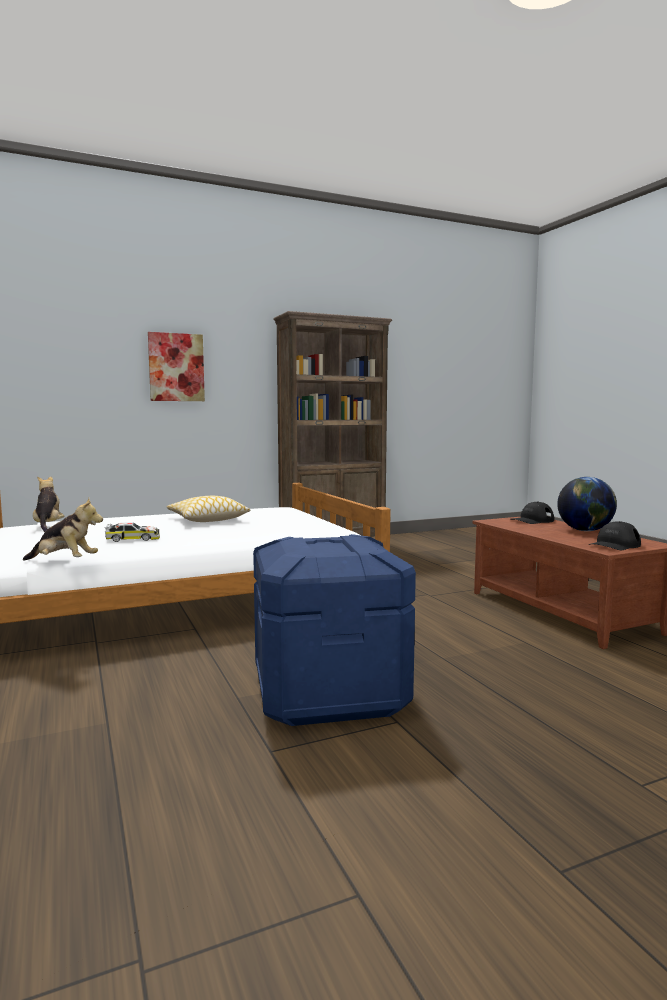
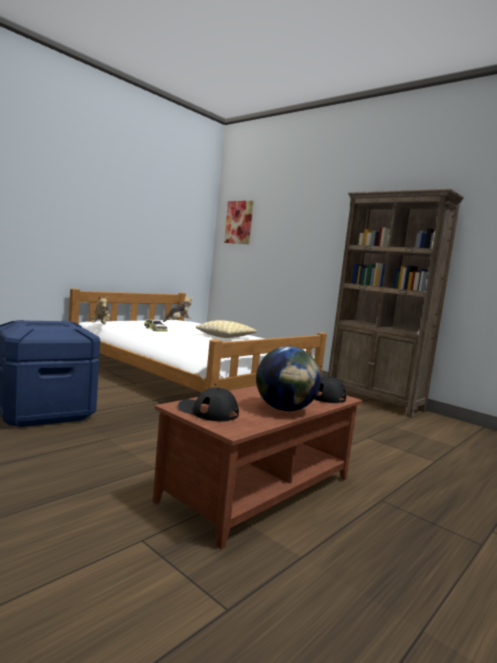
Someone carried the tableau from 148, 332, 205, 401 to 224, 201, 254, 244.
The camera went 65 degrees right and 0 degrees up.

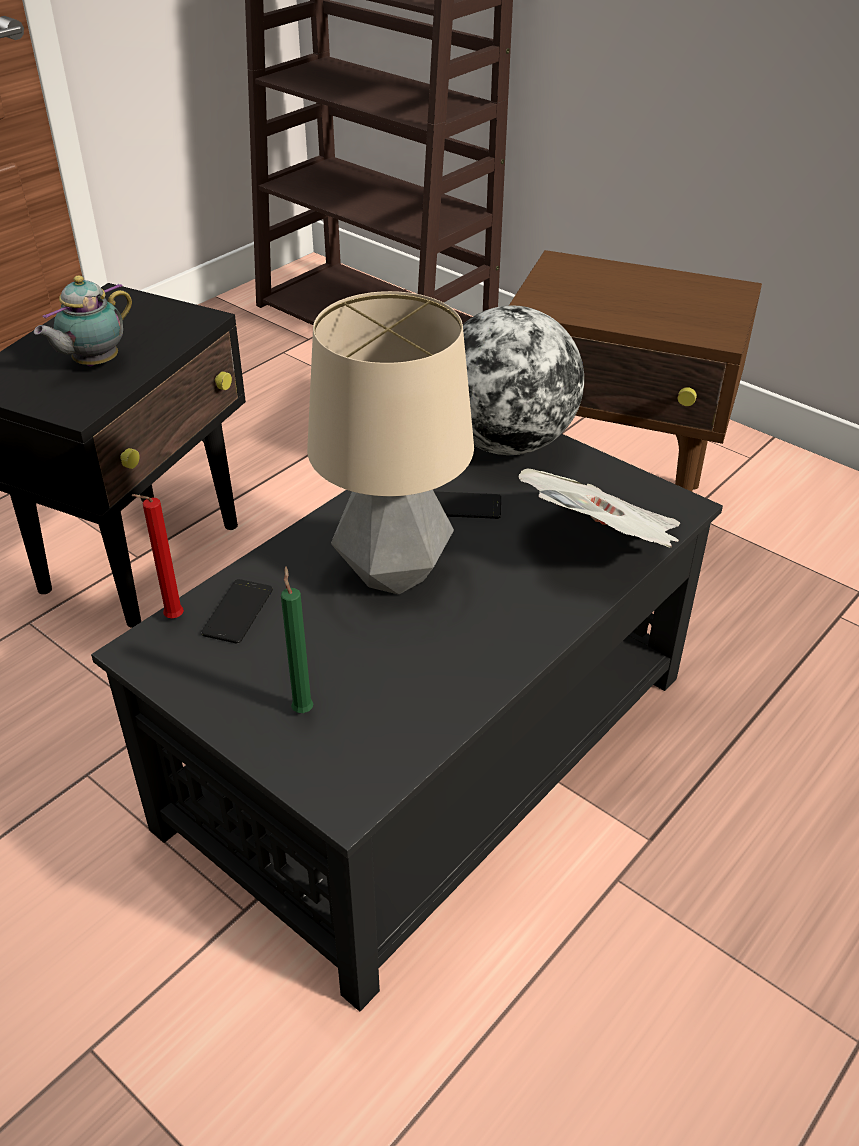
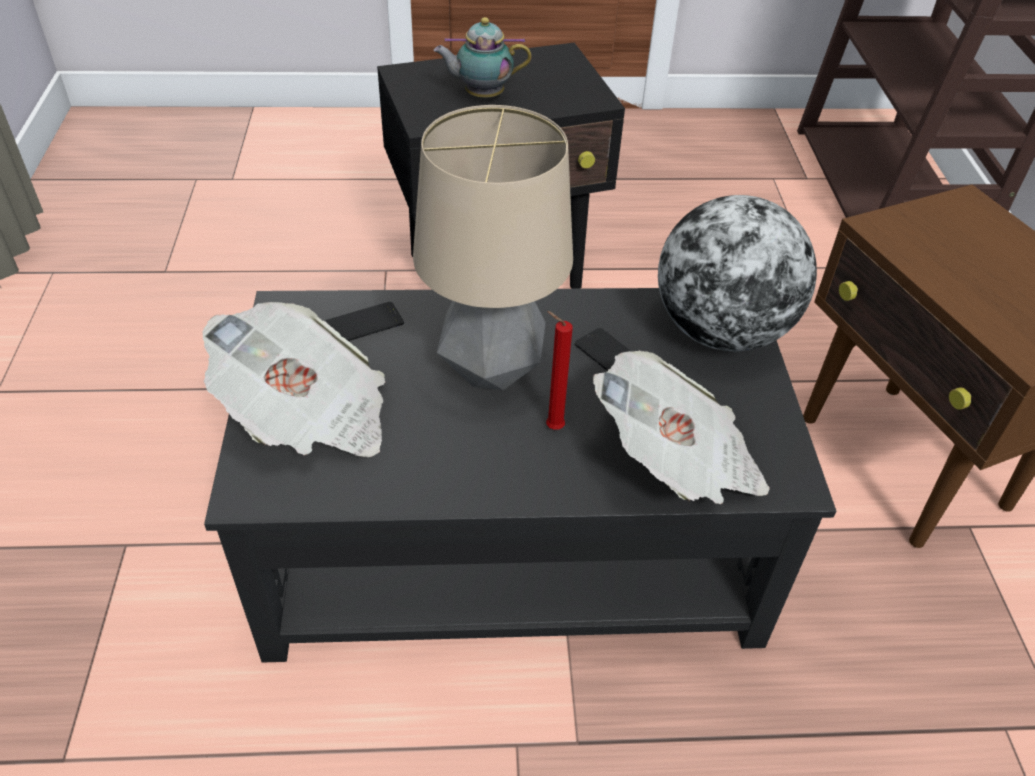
Someone carried the bougie (rouge) from 131, 494, 184, 618 to 546, 311, 573, 430.
Someone swapped the bougie (vert) at 281, 566, 314, 713 for the journal at 202, 302, 385, 457.
The camera went 45 degrees right and 5 degrees up.

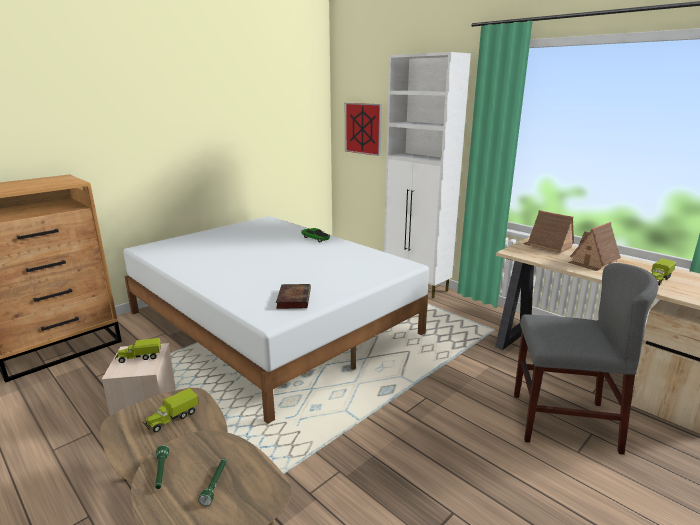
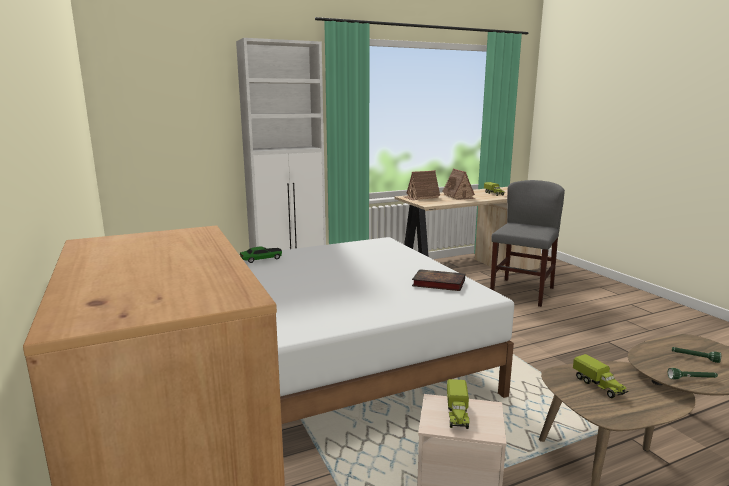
Someone took away the tableau at 345, 103, 382, 156.
The camera went 70 degrees left and 5 degrees down.

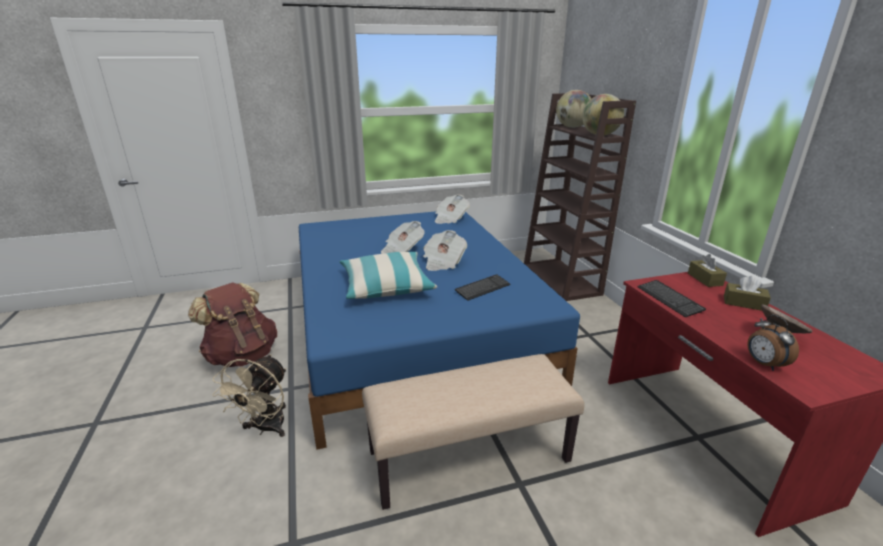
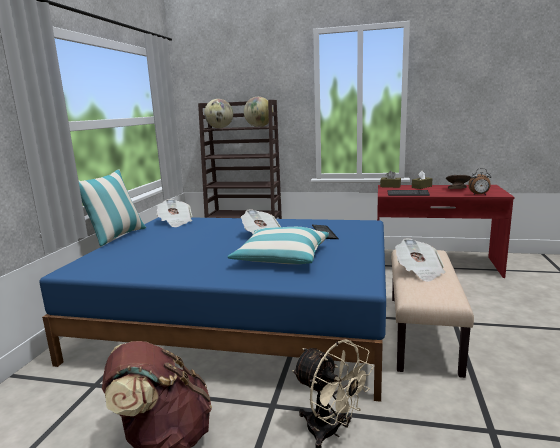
Someone carried the journal from 381, 221, 425, 254 to 395, 238, 446, 282.
Someone put down the coussin at 79, 169, 146, 246.
The camera went 60 degrees left and 10 degrees down.

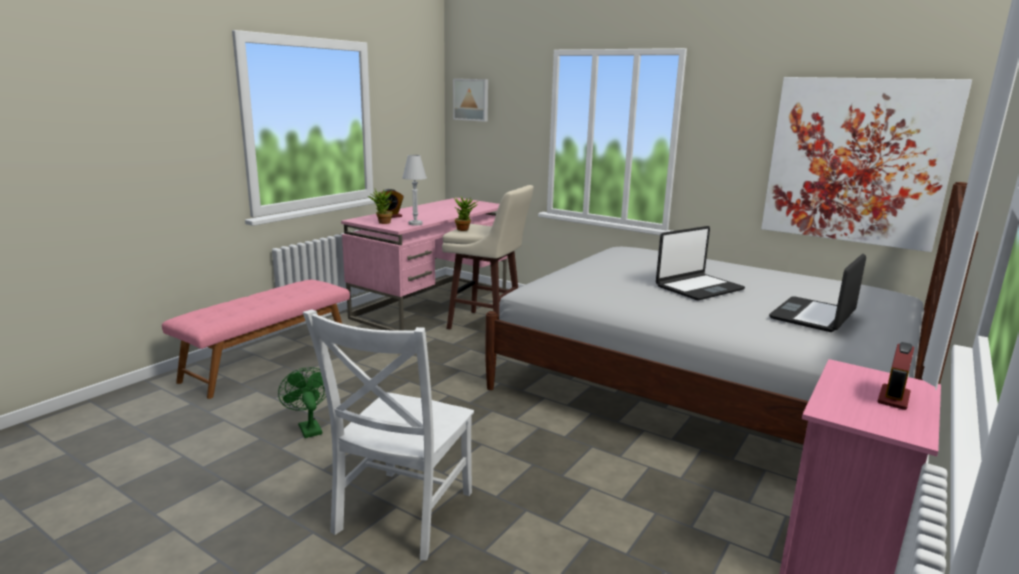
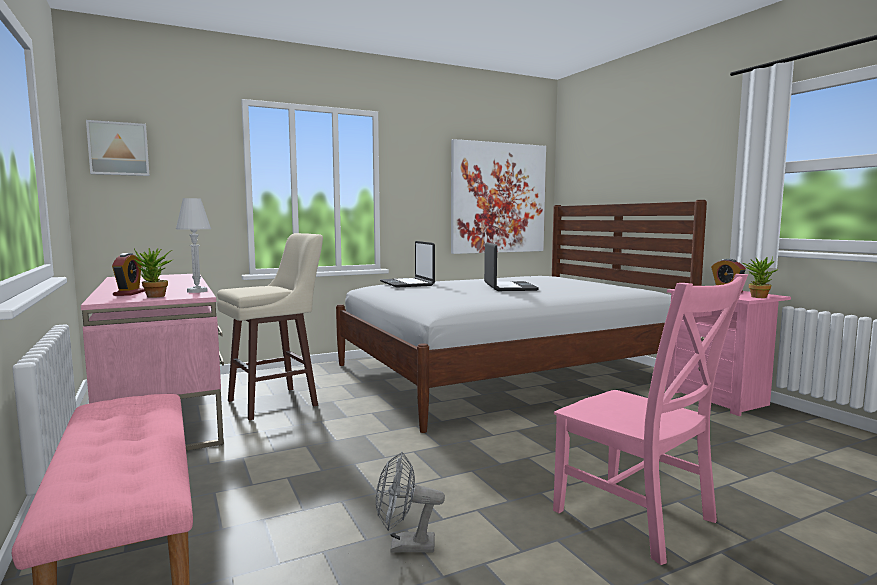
Someone carried the plante en pot from 454, 197, 478, 231 to 742, 257, 778, 298.
Someone carried the ordinateur portable from 769, 254, 866, 332 to 380, 241, 435, 288.
Someone repainted the chaise (blanc) at 303, 309, 474, 560, which became the chaise (rose) at 553, 274, 748, 565.
Someone repainted the ventilateur (vert) at 278, 367, 326, 438, which became the ventilateur (gris) at 376, 452, 445, 552.
The camera went 60 degrees left and 10 degrees down.

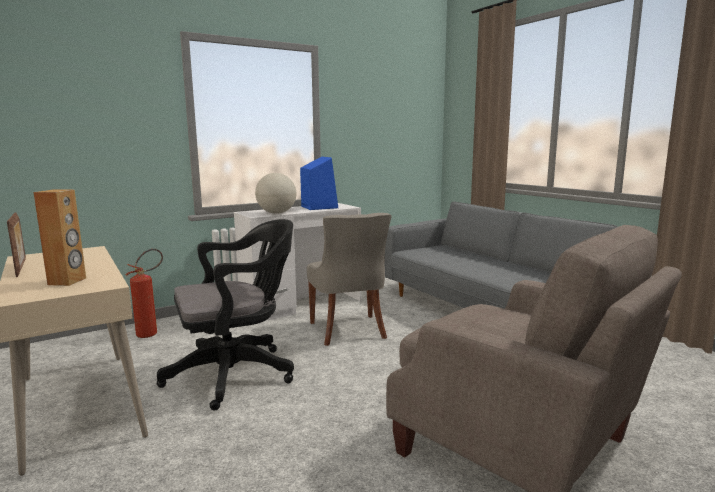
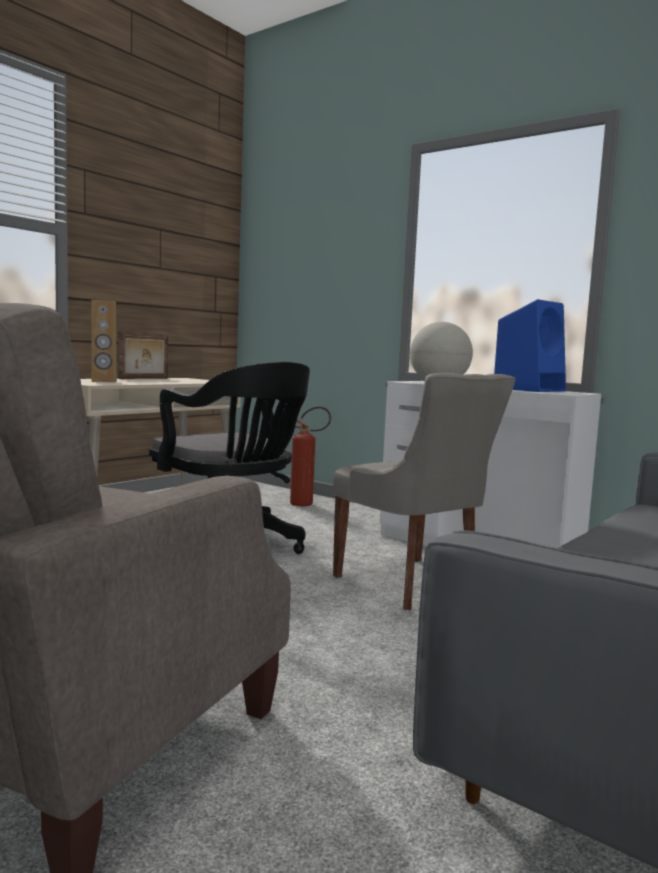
Someone rotated the chaise (gris) at 307, 213, 392, 346 by 90 degrees counterclockwise.
The camera went 70 degrees right and 5 degrees down.

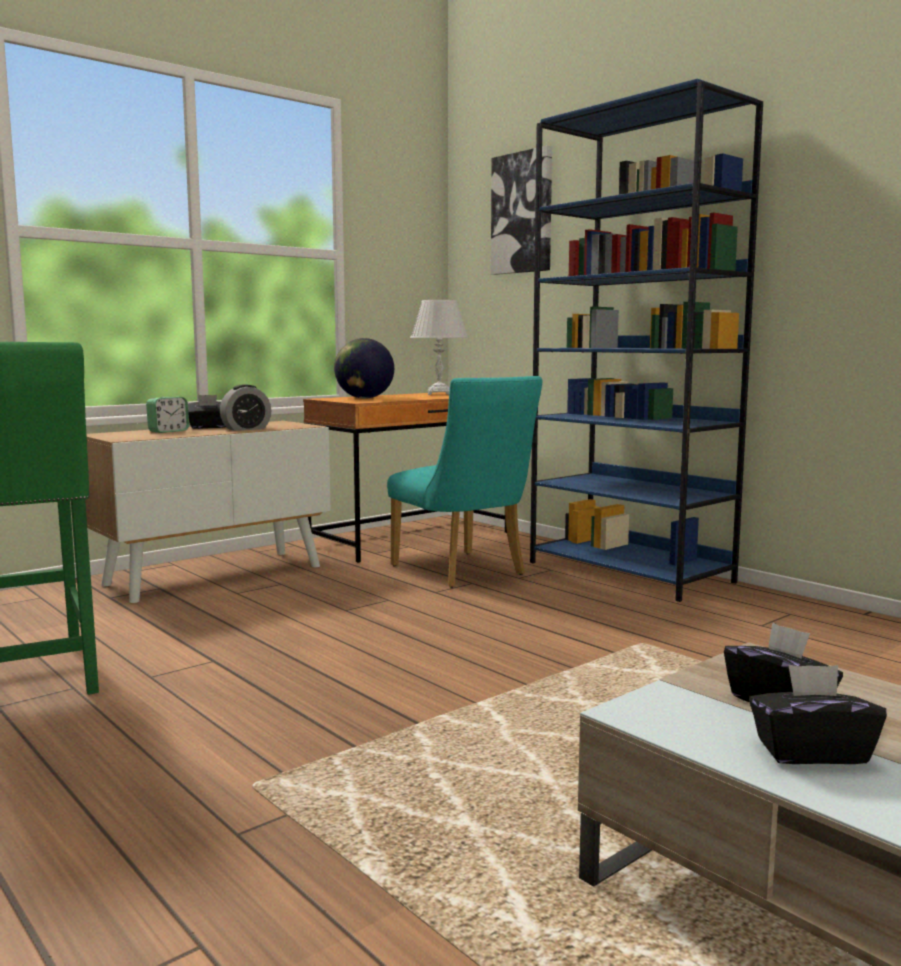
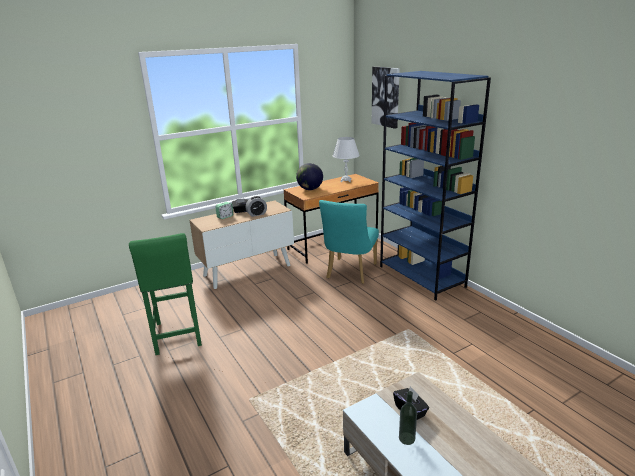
Someone rotated the chaise (turquoise) at 387, 376, 543, 588 by 45 degrees clockwise.
Someone swapped the boîte à mouchoirs (noir) at 749, 664, 887, 764 for the bouteille at 399, 391, 417, 445.
The camera went 10 degrees right and 15 degrees up.

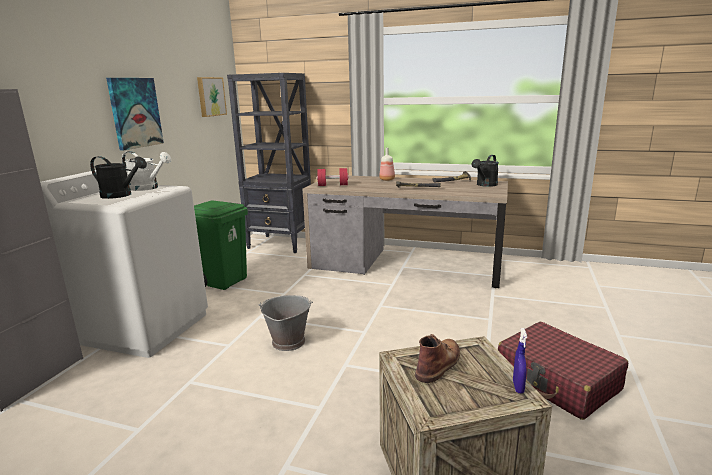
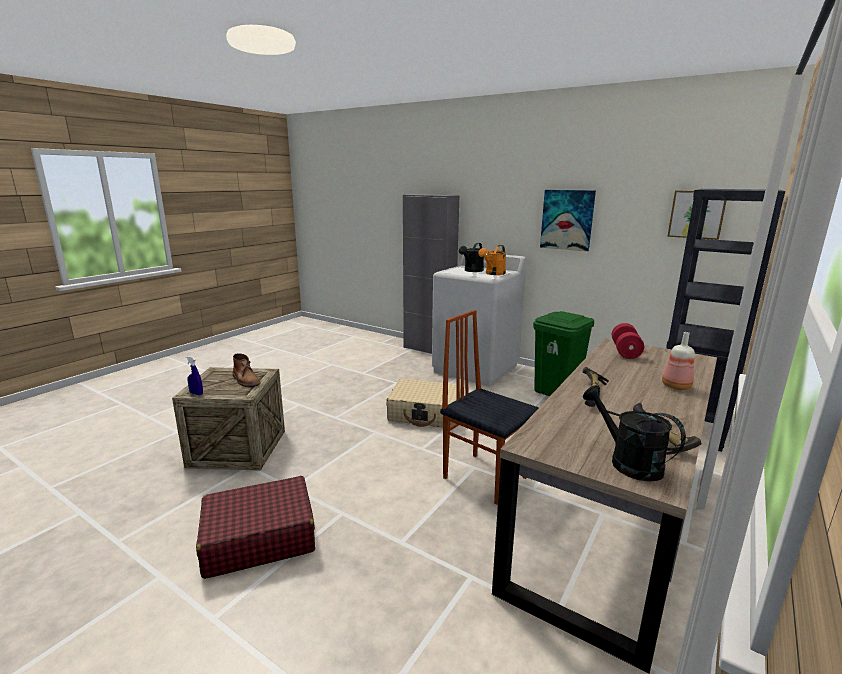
Someone repainted the arrosoir (blanc) at 122, 151, 171, 191, which became the arrosoir (orange) at 478, 245, 506, 275.
Someone swapped the seau (gris) at 259, 295, 313, 351 for the valise (beige) at 386, 379, 461, 428.
Someone put down the chaise at 440, 310, 538, 505.
The camera went 105 degrees right and 0 degrees up.

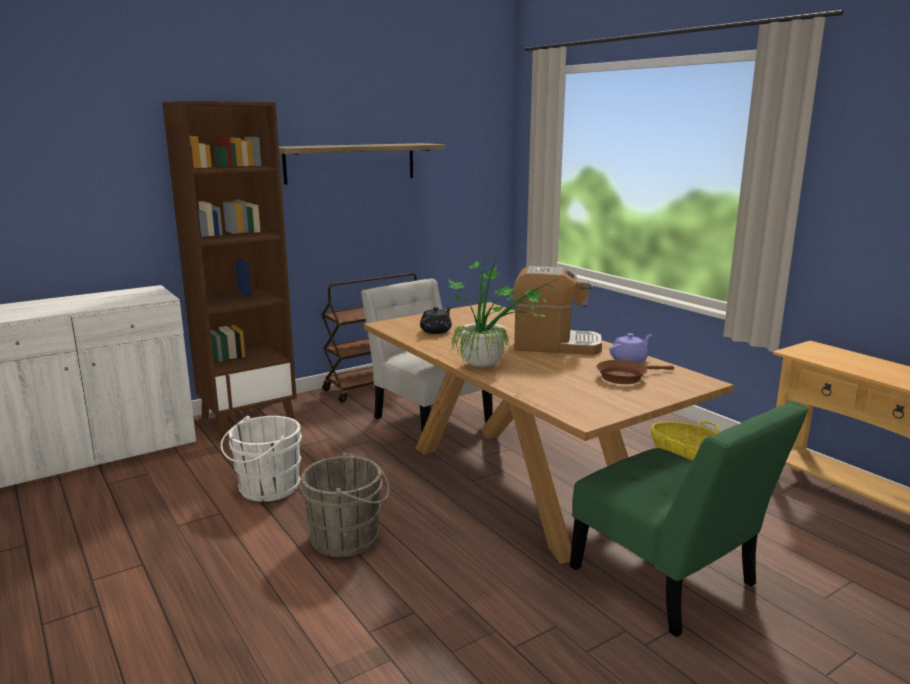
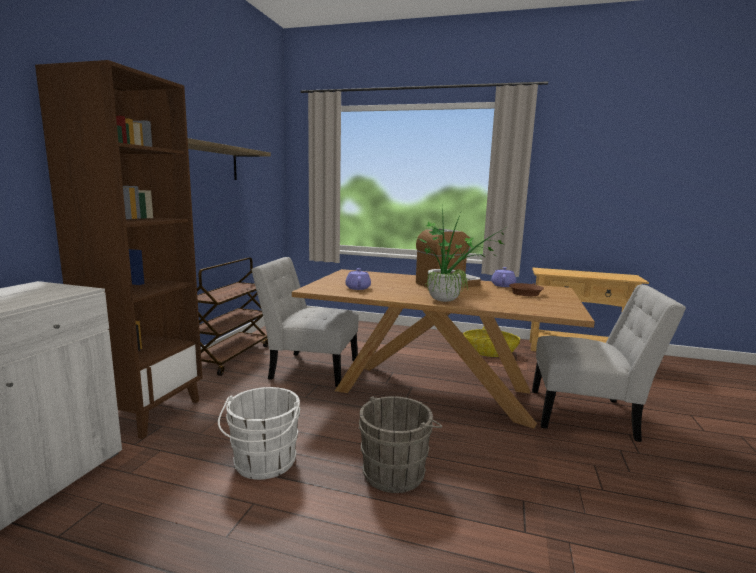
Someone repainted the théière (noir) at 420, 307, 452, 334, which became the théière (violet) at 345, 268, 371, 290.
Someone repainted the chaise (vert) at 570, 401, 809, 637, which became the chaise (blanc) at 532, 284, 686, 442.
The camera went 40 degrees left and 5 degrees down.

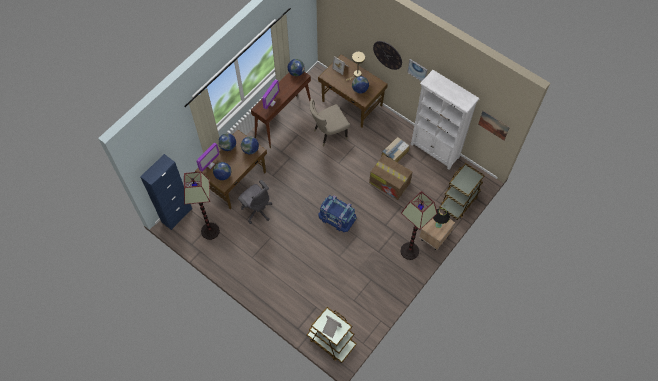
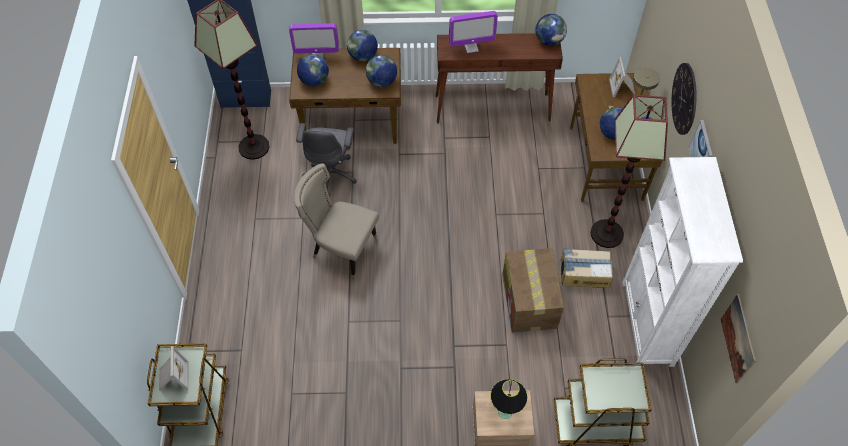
Someone carried the chaise (beige) from 310, 99, 350, 146 to 294, 164, 379, 280.
Someone carried the lampadaire from 401, 191, 438, 260 to 590, 95, 668, 248.
Someone took away the boîte de rangement (bleu) at 318, 195, 357, 232.
The camera went 50 degrees right and 5 degrees down.

